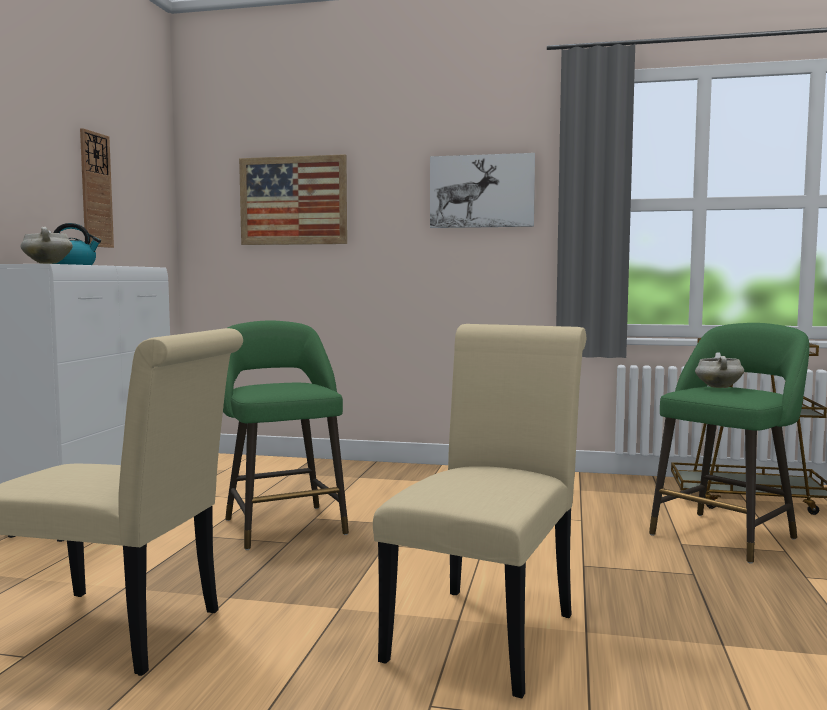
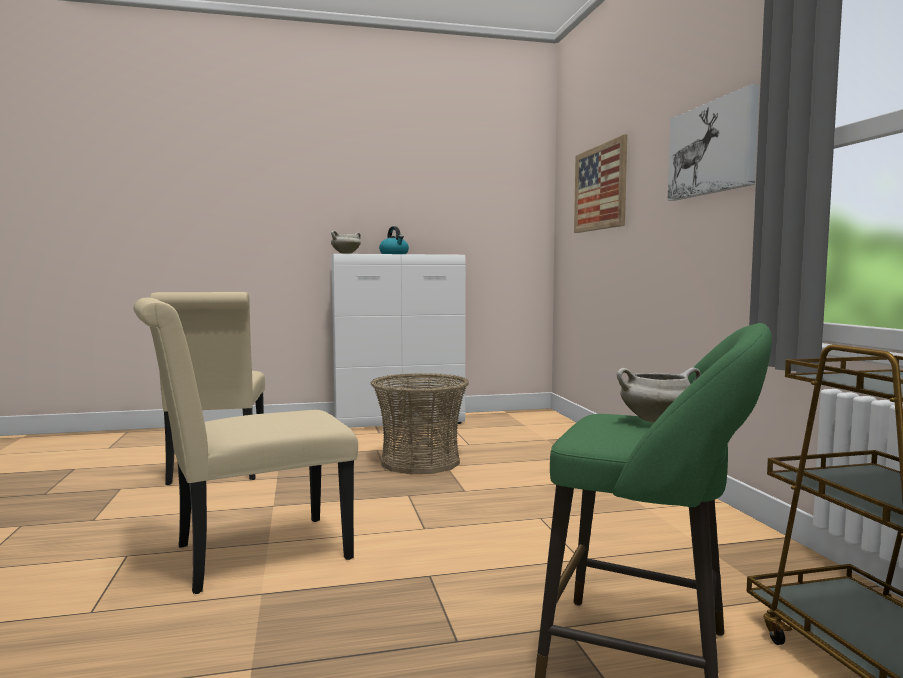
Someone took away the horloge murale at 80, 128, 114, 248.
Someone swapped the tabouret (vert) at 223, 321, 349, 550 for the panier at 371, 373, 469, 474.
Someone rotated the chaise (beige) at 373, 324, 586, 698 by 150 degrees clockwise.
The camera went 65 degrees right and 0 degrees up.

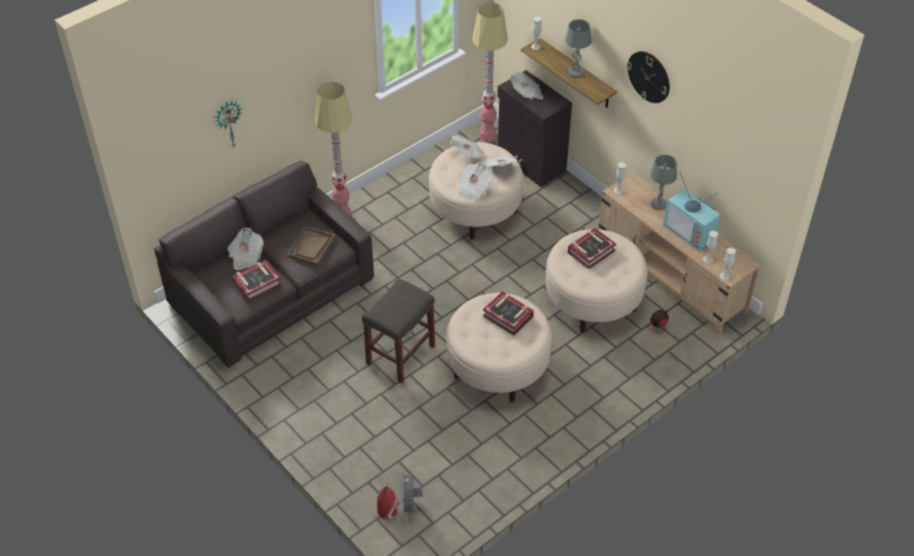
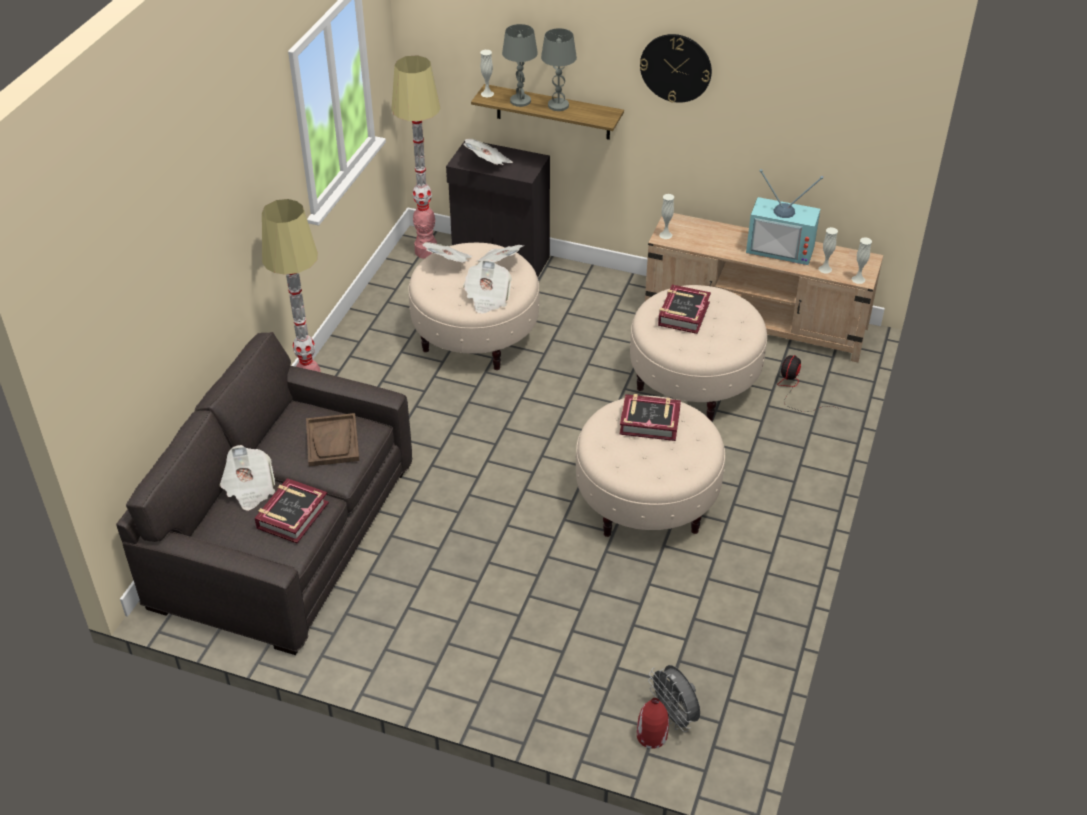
Someone took away the horloge murale at 214, 101, 242, 147.
Someone carried the lampe de table (gris) from 650, 155, 677, 210 to 502, 24, 538, 107.
Someone took away the tabouret (gris) at 362, 278, 435, 383.
The camera went 30 degrees left and 5 degrees down.

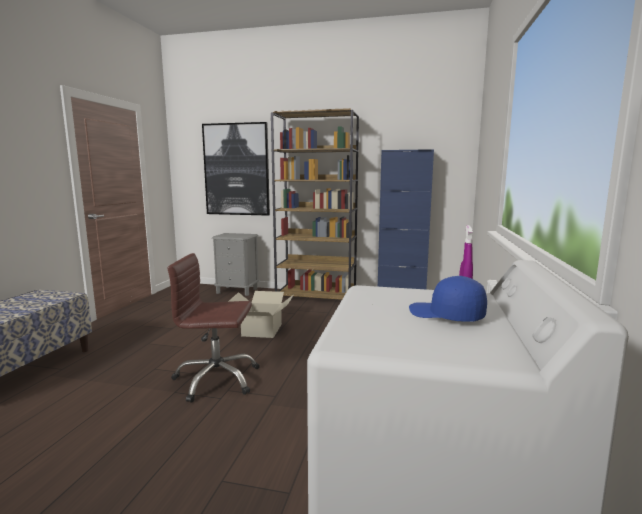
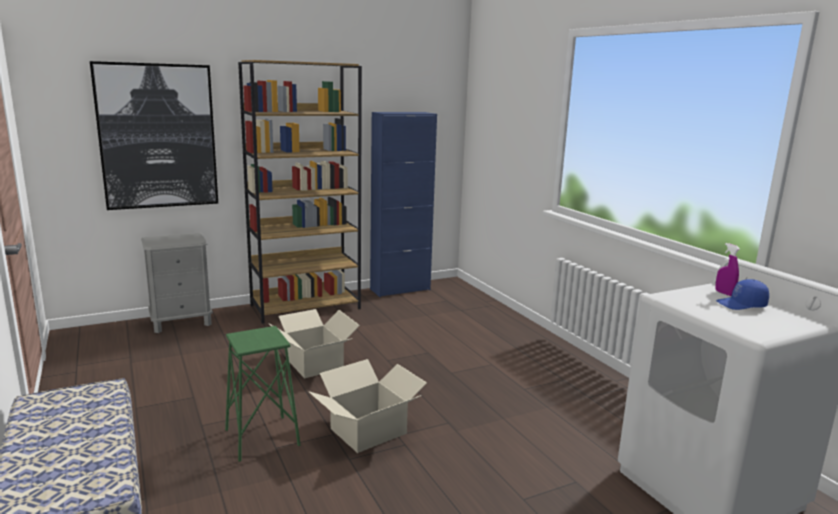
Someone swapped the chaise de bureau (marron) at 167, 253, 260, 403 for the carton at 309, 359, 427, 453.
Someone put down the tabouret (vert) at 225, 326, 301, 462.
The camera went 40 degrees left and 5 degrees up.

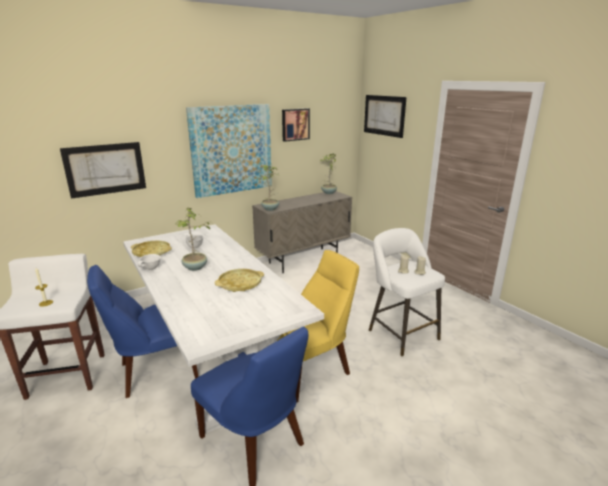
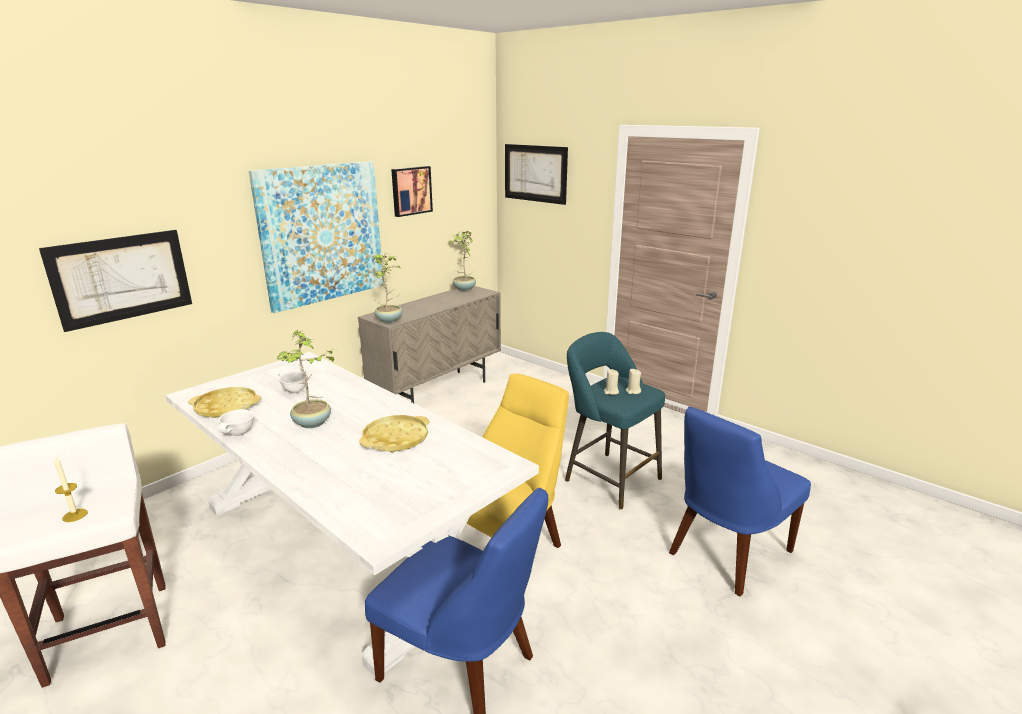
Someone repainted the tabouret (blanc) at 369, 228, 445, 357, which became the tabouret (turquoise) at 565, 332, 665, 510.
Someone carried the chaise (bleu) from 87, 265, 199, 398 to 669, 407, 811, 596.
The camera went 15 degrees left and 0 degrees up.

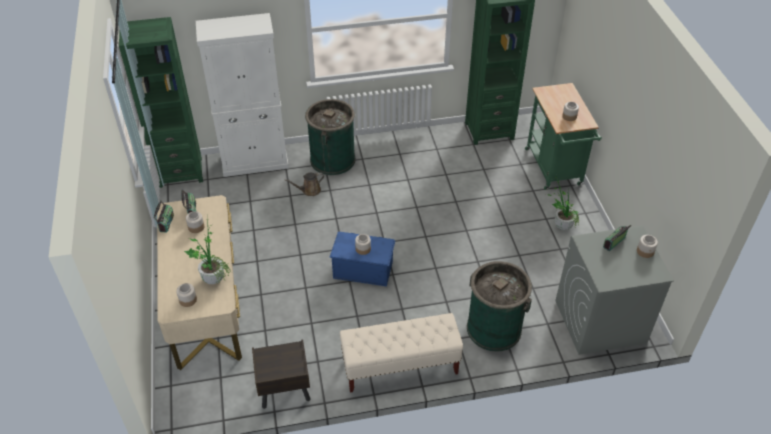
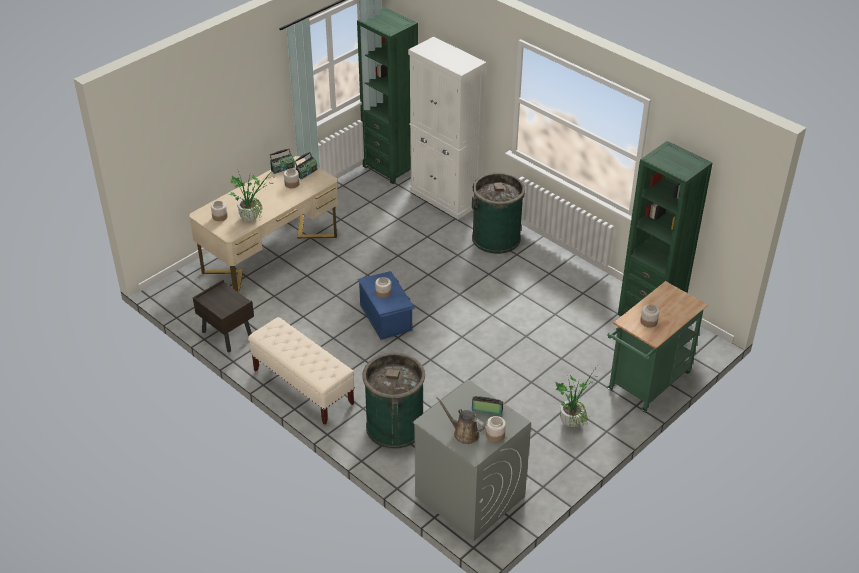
Someone carried the arrosoir (marron) from 285, 172, 324, 196 to 436, 397, 485, 444.
The camera went 55 degrees right and 5 degrees down.

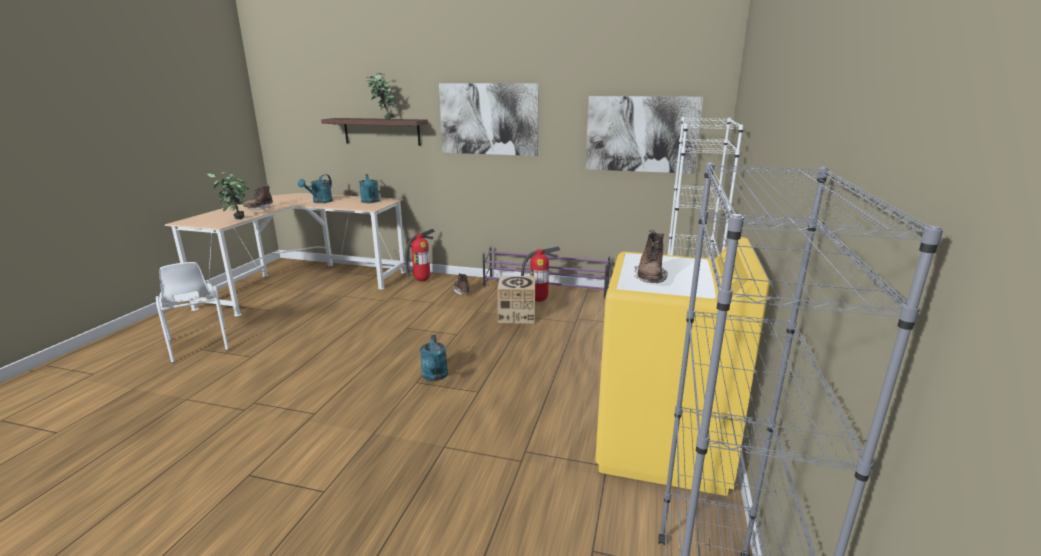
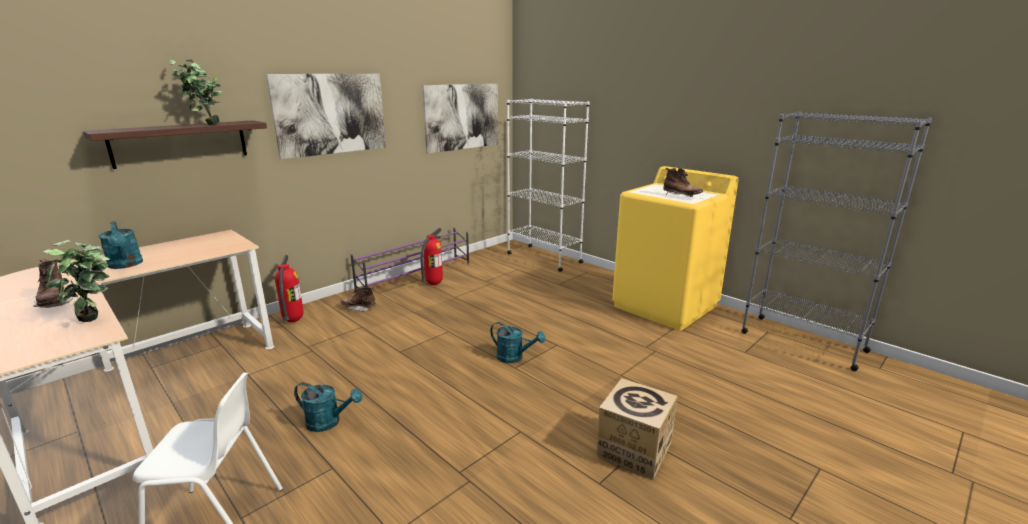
Someone carried the arrosoir (turquoise) from 359, 174, 380, 203 to 294, 382, 363, 432.
Someone carried the carton from 497, 276, 535, 324 to 597, 378, 677, 480.
The camera went 60 degrees left and 0 degrees up.

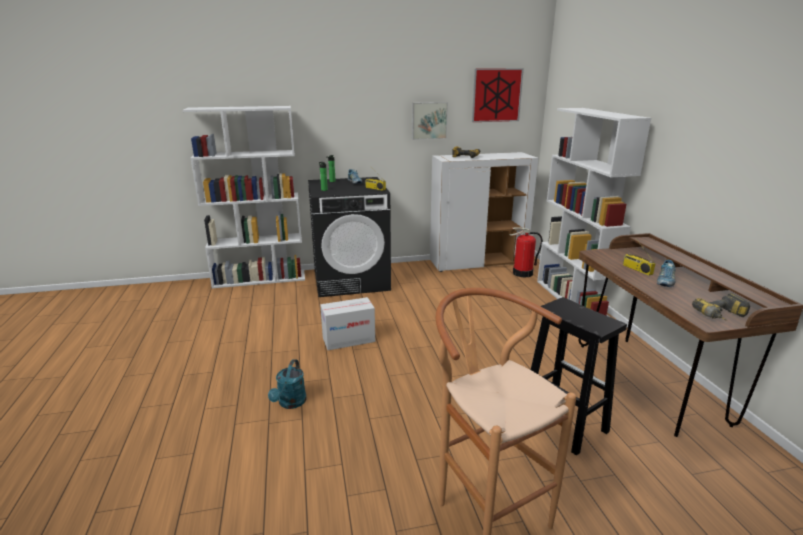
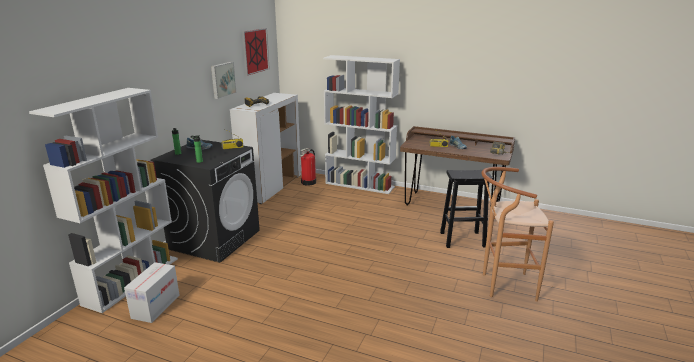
Someone carried the carton from 320, 297, 375, 350 to 124, 262, 180, 323.
Someone took away the arrosoir (turquoise) at 268, 359, 306, 409.
The camera went 55 degrees left and 0 degrees up.

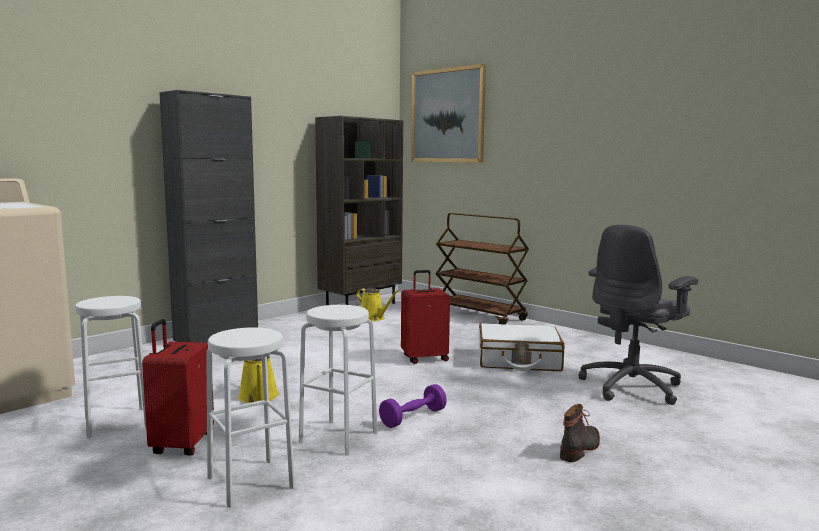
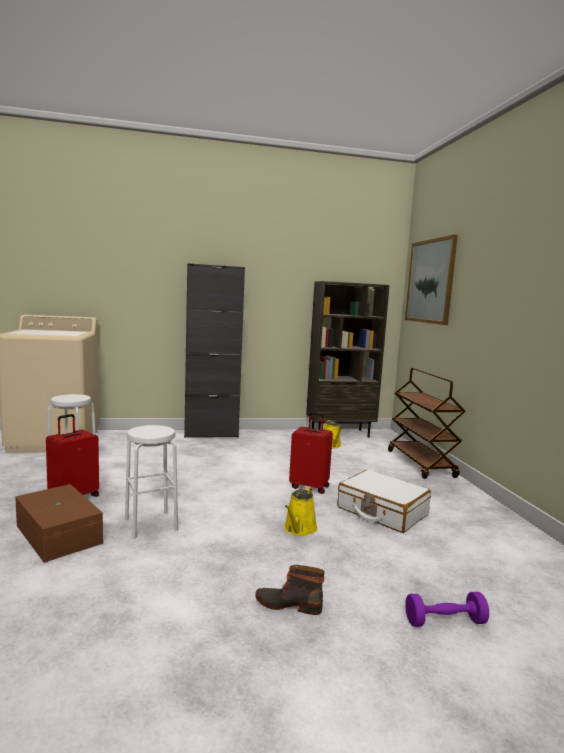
Someone took away the chaise de bureau (gris) at 578, 224, 698, 405.
Someone swapped the tabouret (blanc) at 206, 327, 295, 508 for the boîte de rangement (marron) at 15, 484, 103, 563.
Someone carried the arrosoir (jaune) from 238, 356, 279, 403 to 284, 487, 318, 536.
Someone carried the haltère (violet) from 379, 384, 447, 428 to 405, 592, 489, 627.
Someone rotated the botte at 560, 404, 600, 462 by 150 degrees counterclockwise.
The camera went 35 degrees right and 0 degrees up.

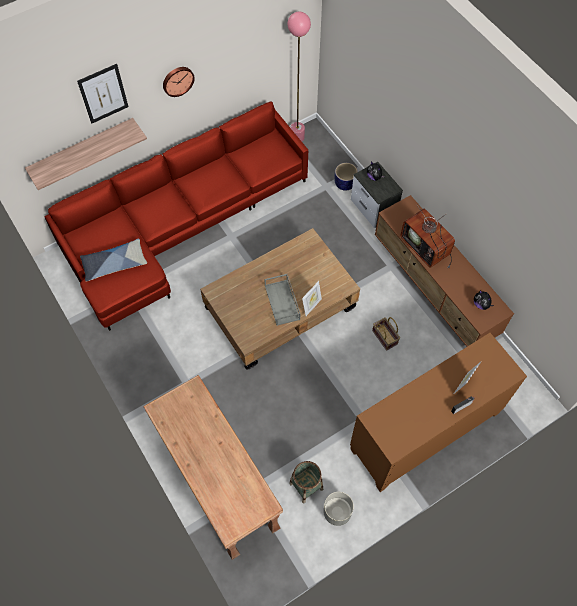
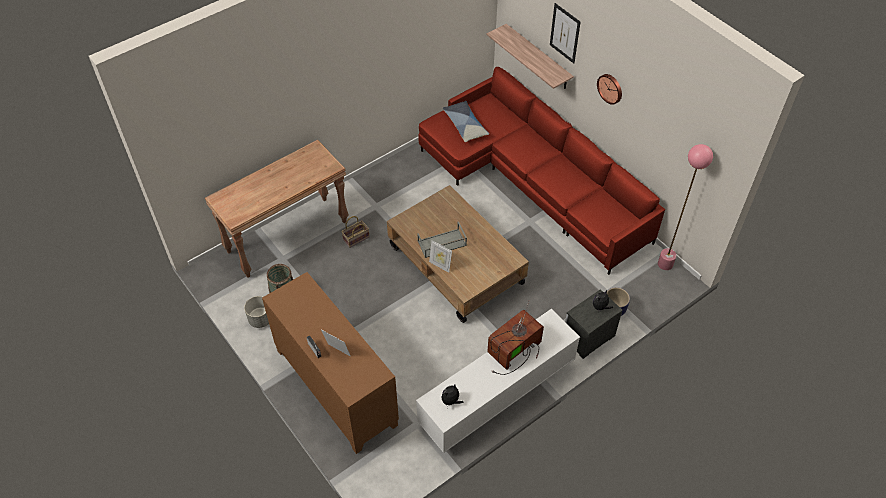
Someone repainted the meuble télé (marron) at 375, 195, 514, 347, which became the meuble télé (blanc) at 416, 309, 580, 453.
Someone carried the panier from 372, 317, 400, 351 to 341, 216, 370, 248.
The camera went 85 degrees right and 10 degrees down.

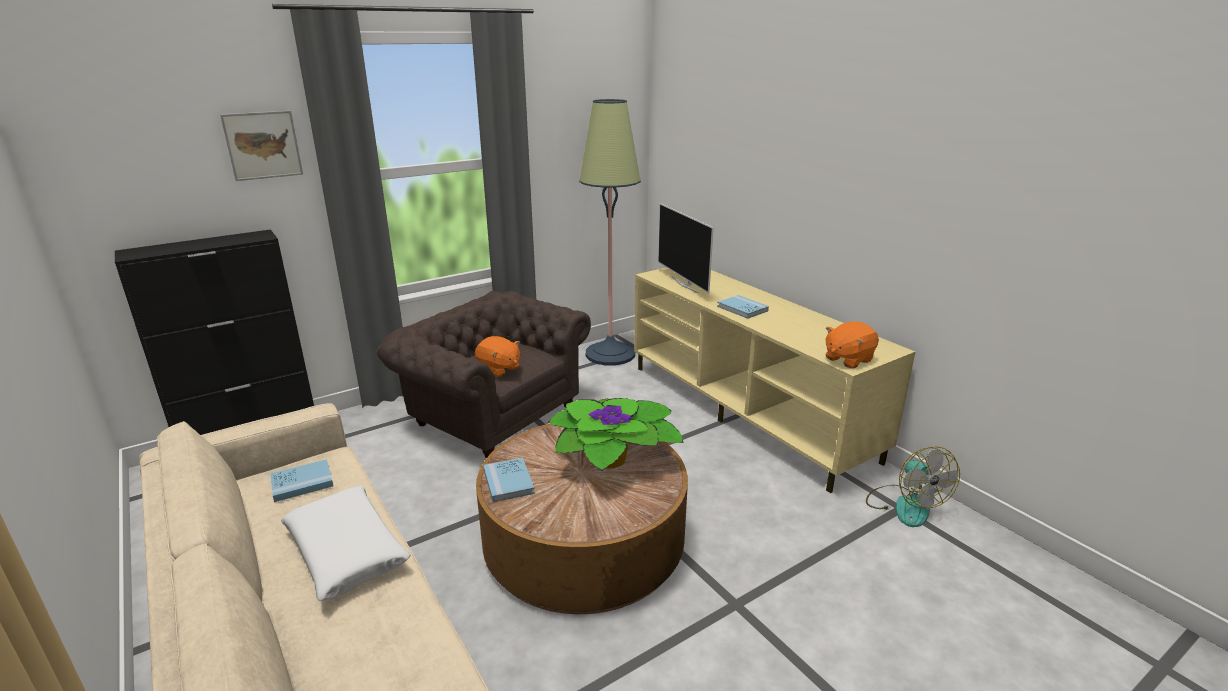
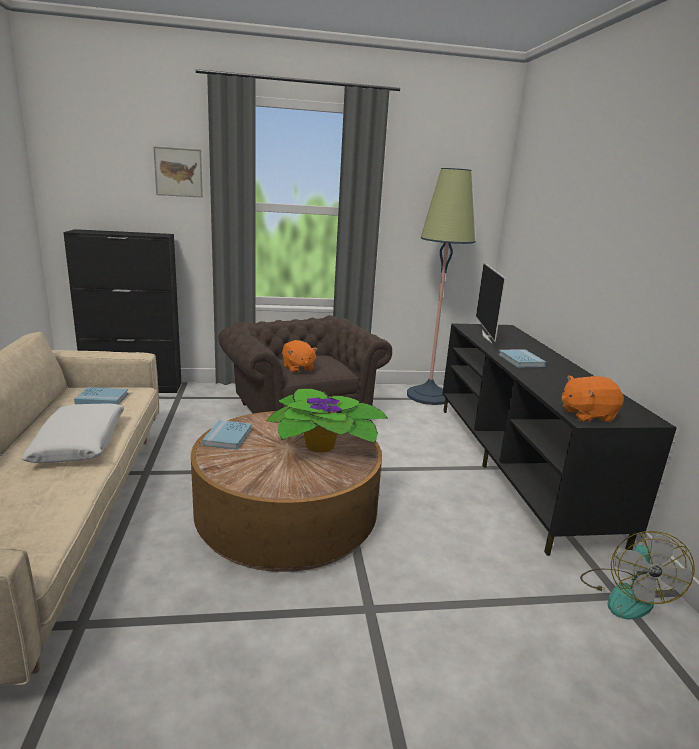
Someone repainted the meuble télé (beige) at 634, 268, 915, 493, which became the meuble télé (noir) at 442, 323, 677, 556.
The camera went 25 degrees right and 5 degrees down.

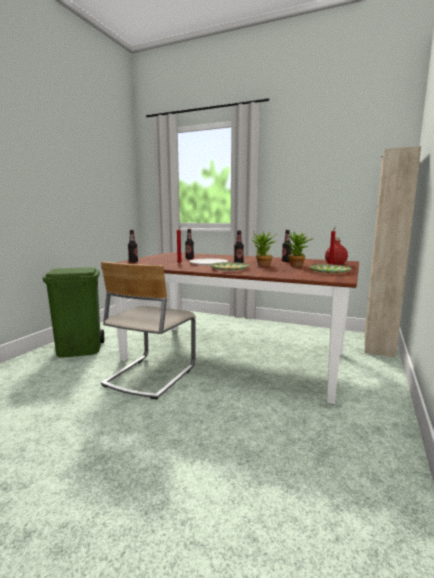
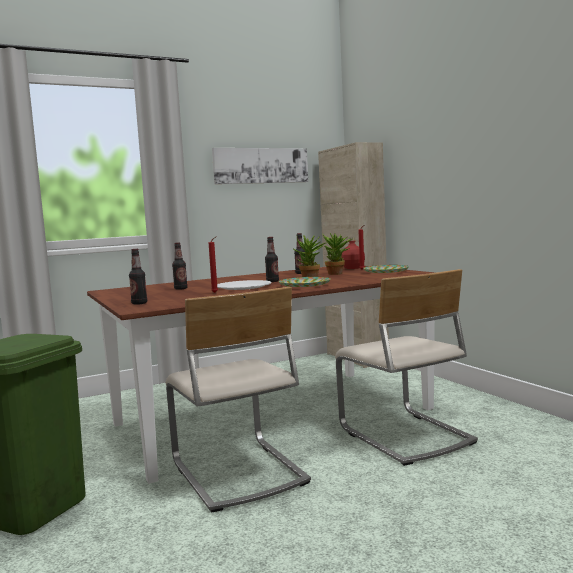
Someone put up the tableau at 212, 148, 308, 184.
Someone put down the chaise (beige) at 335, 269, 478, 466.
The camera went 50 degrees left and 5 degrees down.

